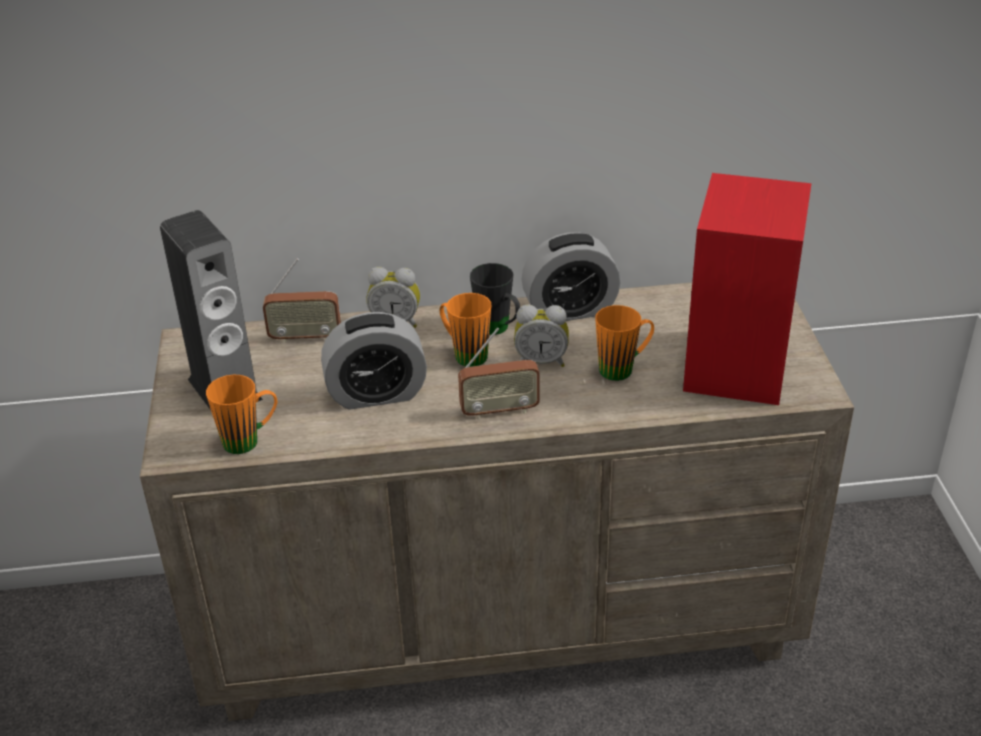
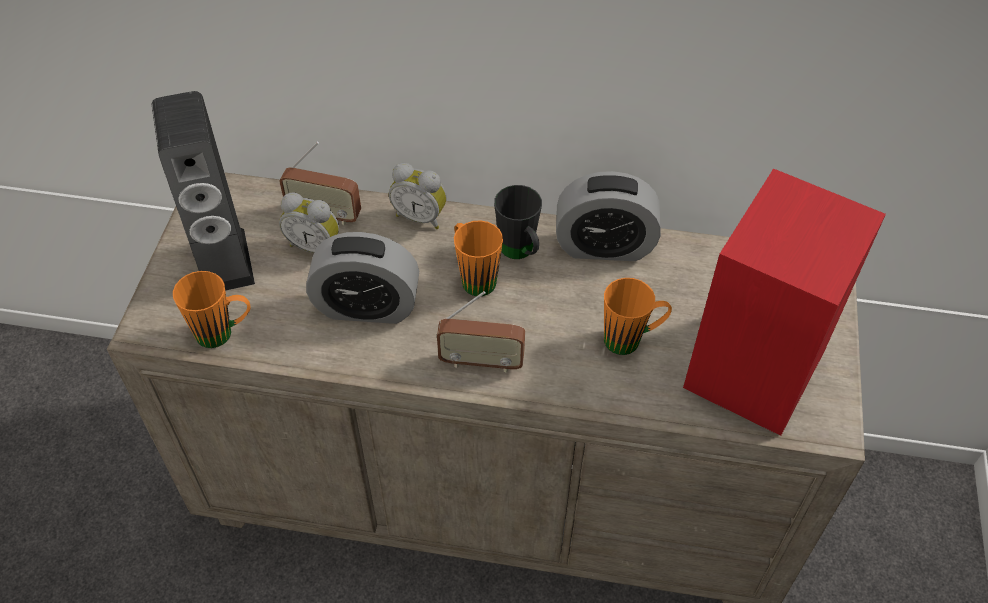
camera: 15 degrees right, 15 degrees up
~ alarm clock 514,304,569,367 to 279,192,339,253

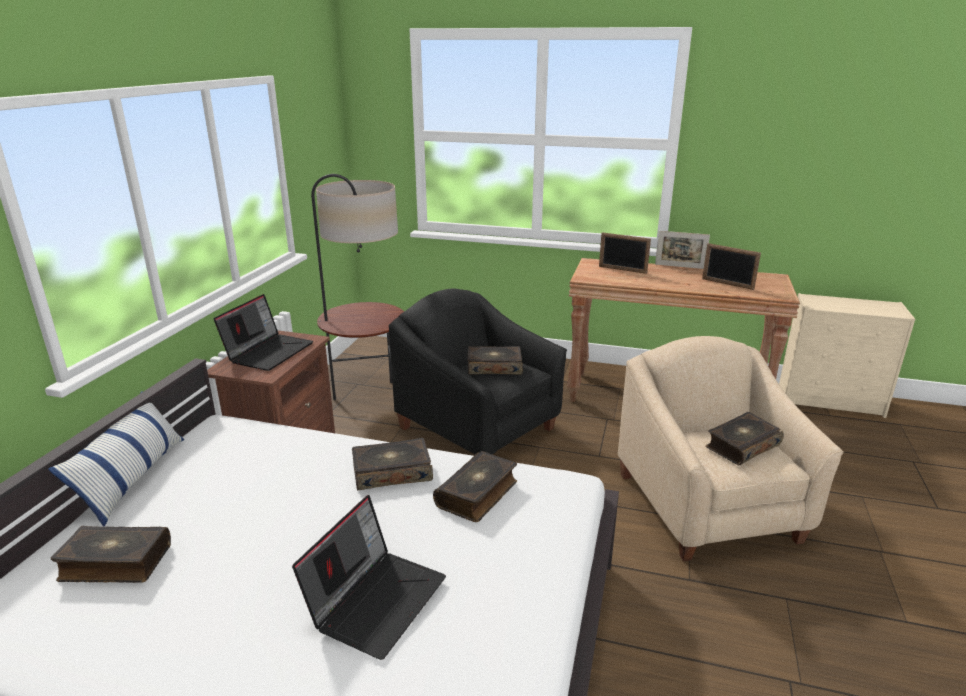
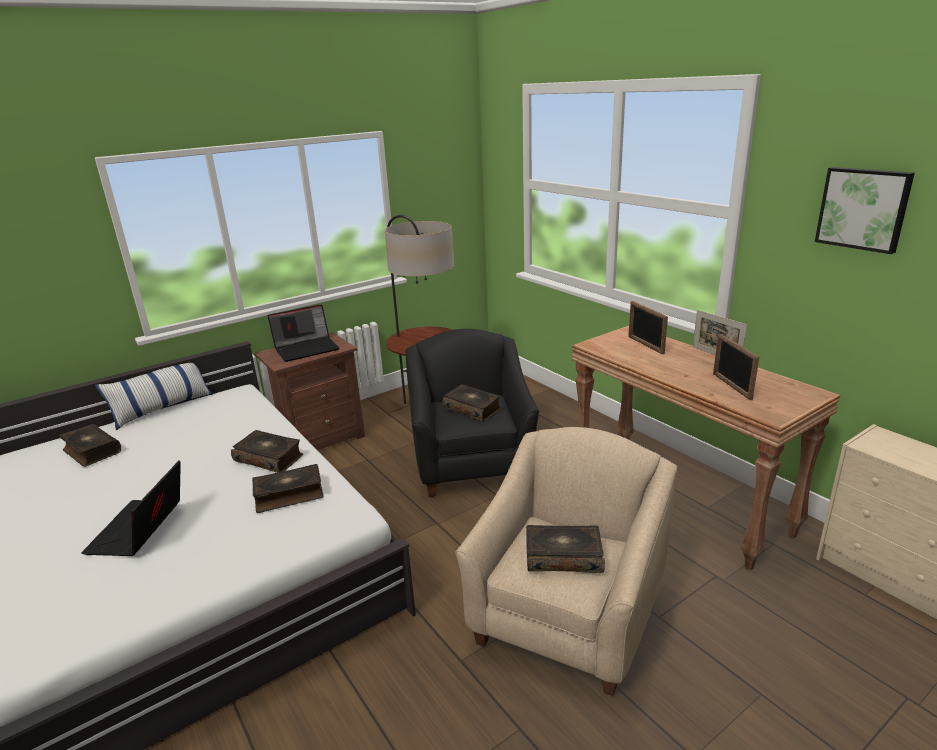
camera: 40 degrees right, 0 degrees up
~ laptop 292,495,446,660 = 81,460,181,556 120 degrees clockwise
+ picture 815,167,915,254

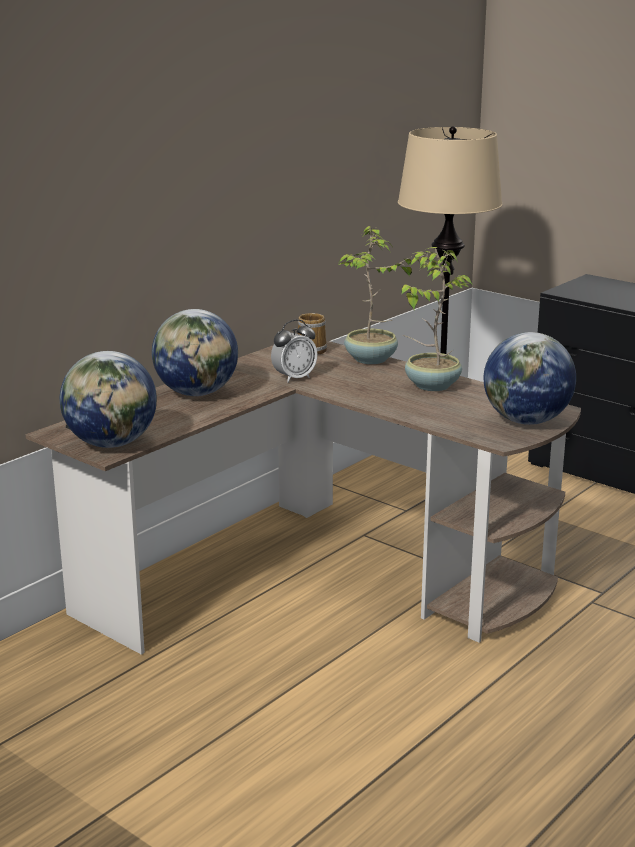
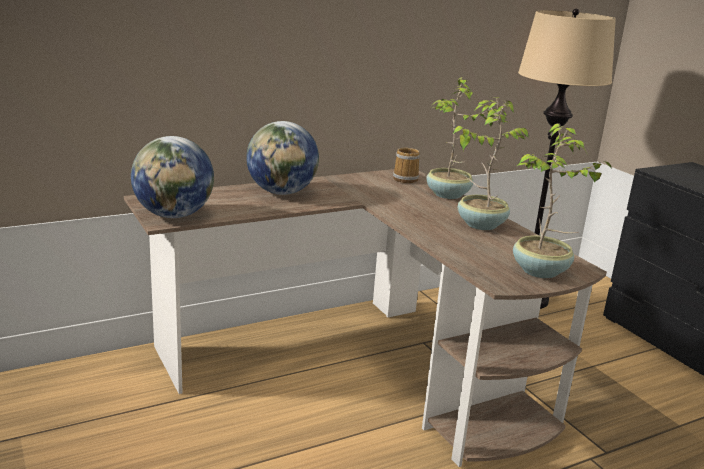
camera: 20 degrees right, 0 degrees up
~ globe 484,332,576,425 to potted plant 513,123,612,278
- alarm clock 271,319,317,382

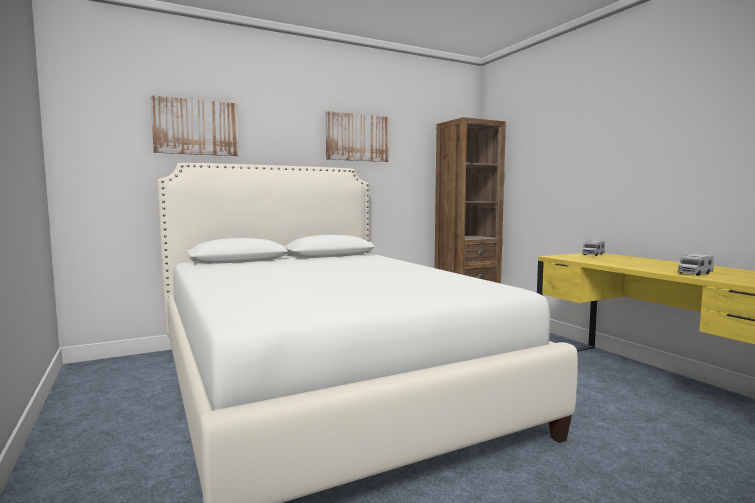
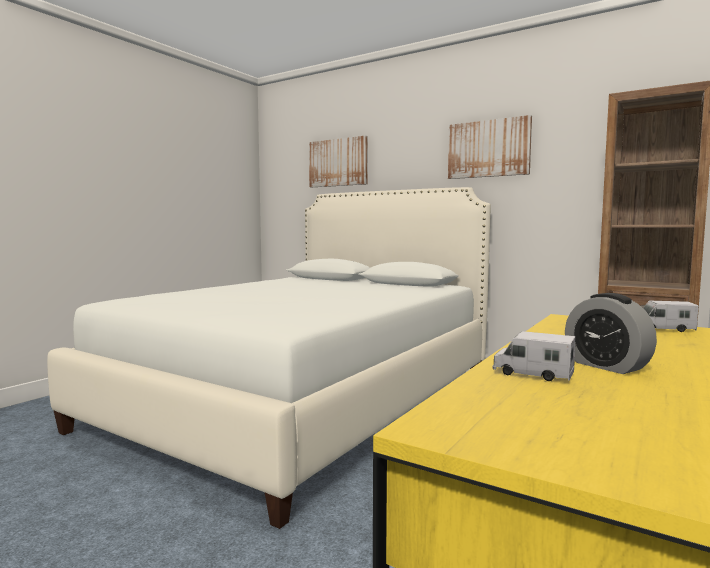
camera: 60 degrees right, 0 degrees up
+ alarm clock 565,293,657,374

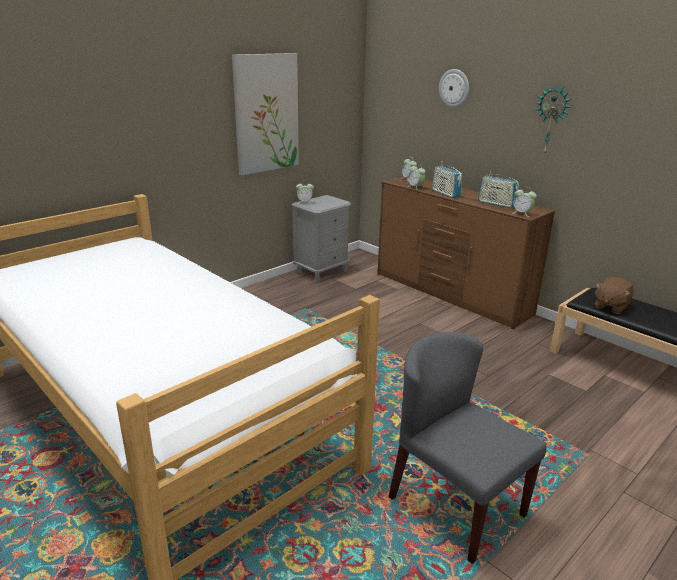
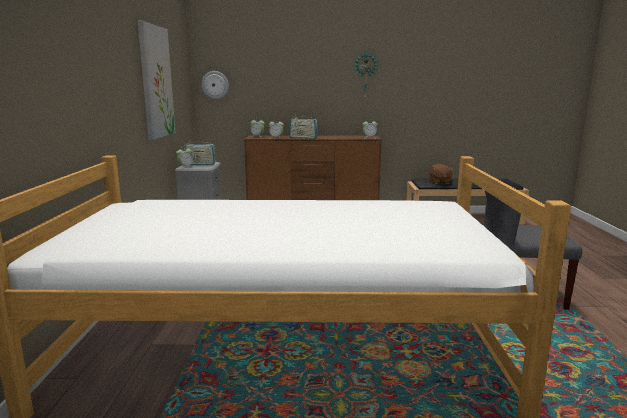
camera: 45 degrees left, 10 degrees down
~ radio 478,171,519,208 to 184,142,215,165
~ wall clock 439,69,469,108 to 201,71,229,99

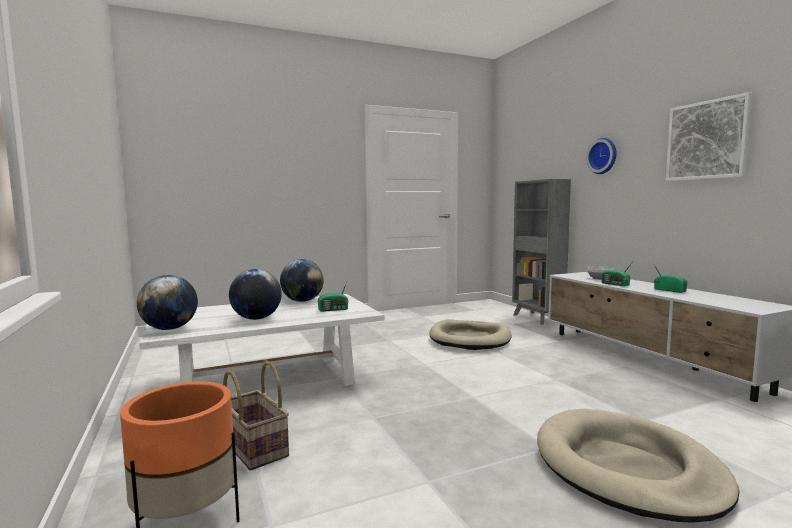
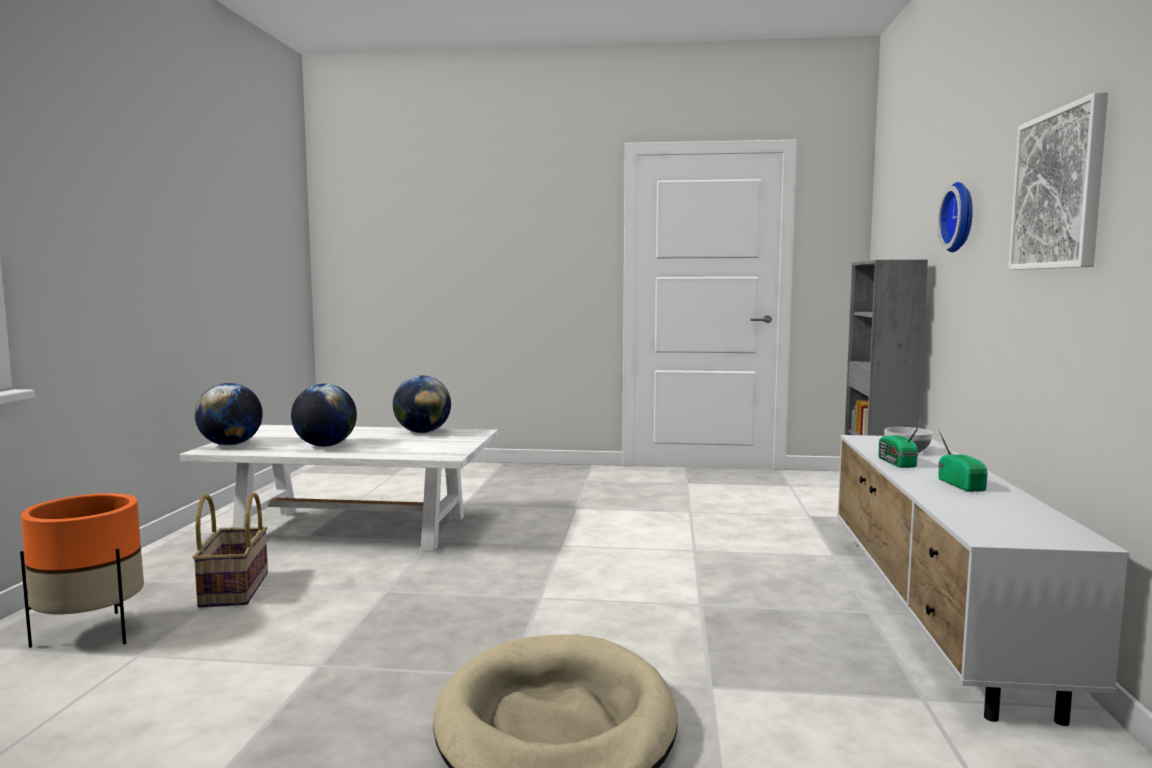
camera: 30 degrees right, 0 degrees up
- radio 318,280,348,312
- beige dog bed 429,319,512,350

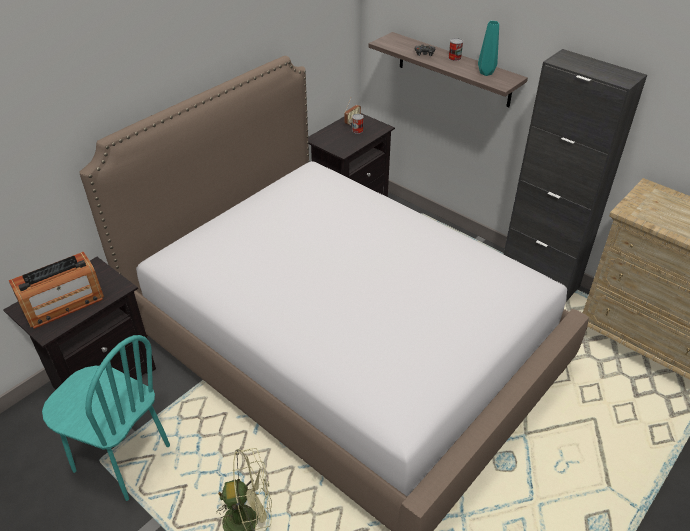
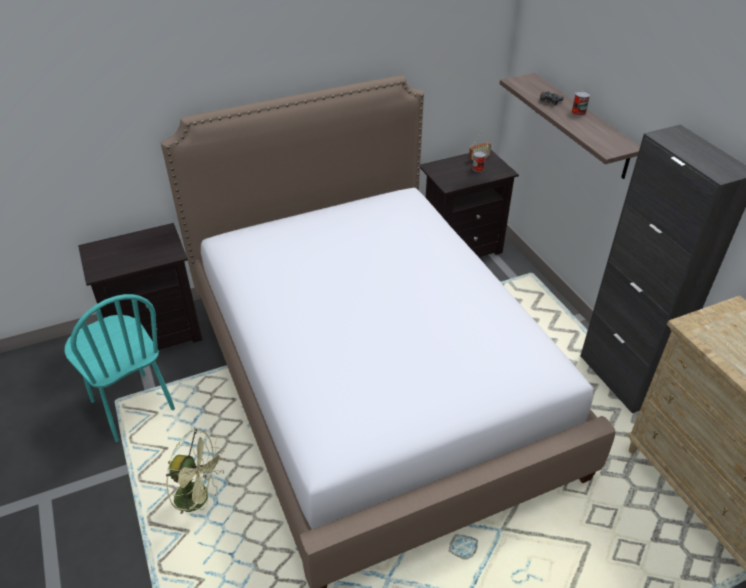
camera: 25 degrees right, 0 degrees up
- radio 9,252,104,329
- turquoise vase 478,21,499,76

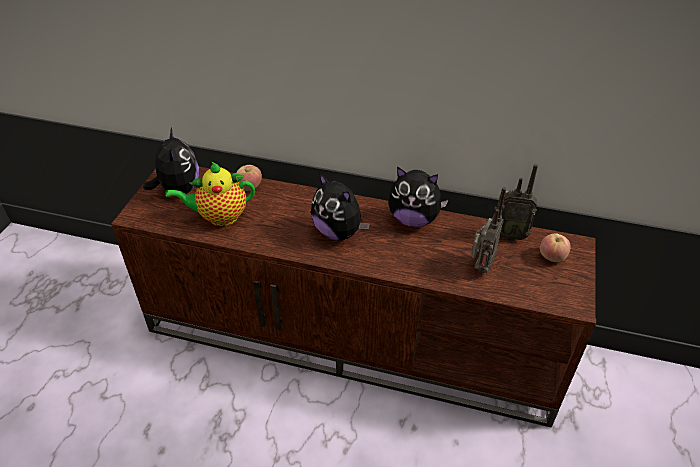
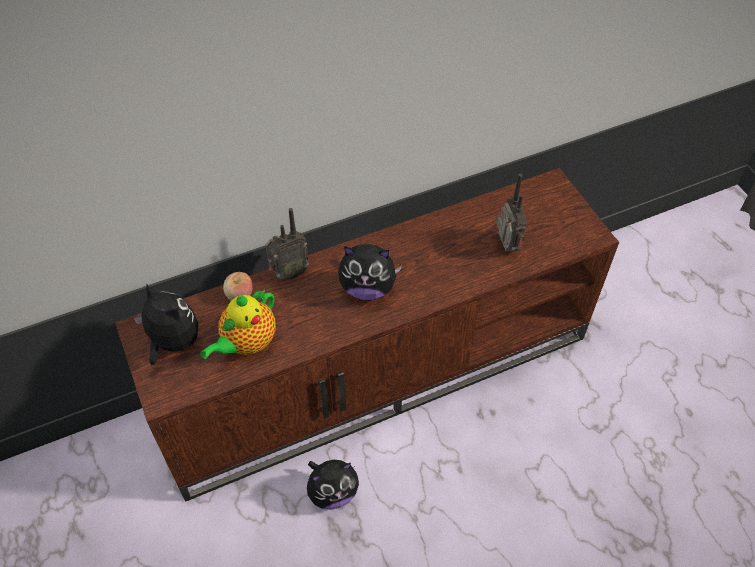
camera: 40 degrees left, 10 degrees up
~ radio 492,164,538,241 to 265,208,309,281
~ plush toy 389,167,448,227 to 307,460,359,510
- apple 540,233,571,262

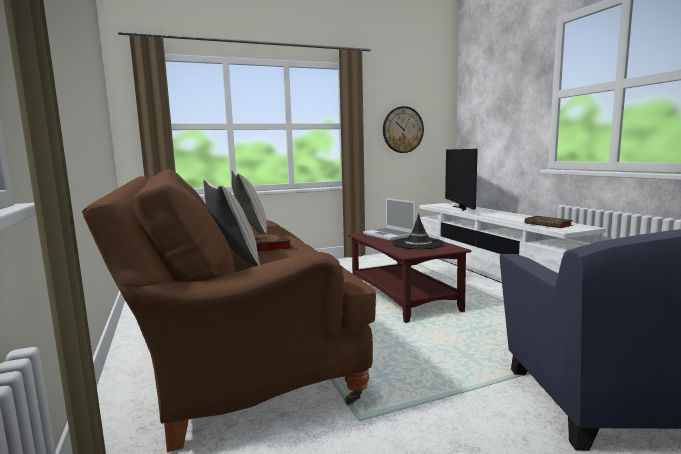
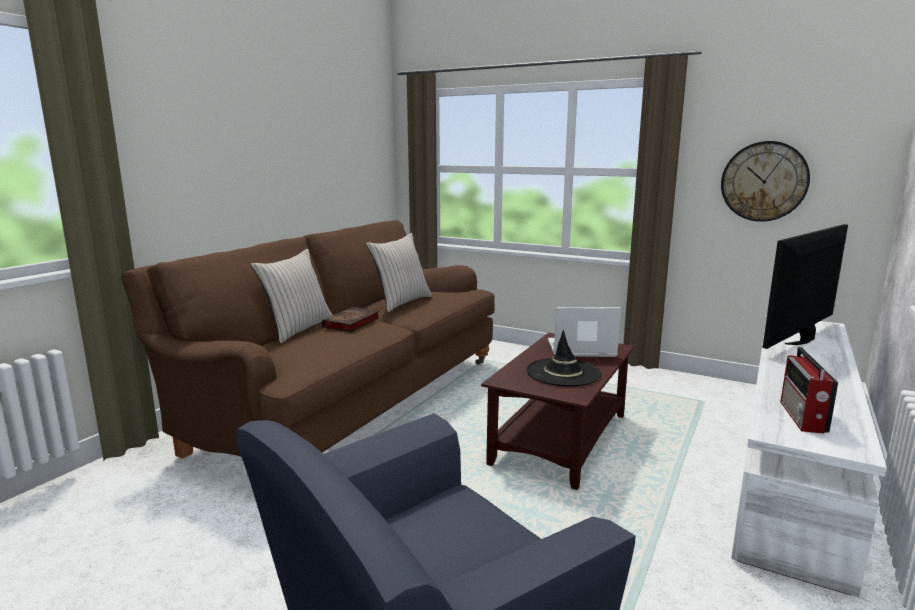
camera: 50 degrees right, 5 degrees up
~ laptop 363,198,415,241 = 548,307,621,357 75 degrees clockwise
~ book 525,216,573,228 to radio 780,347,838,434

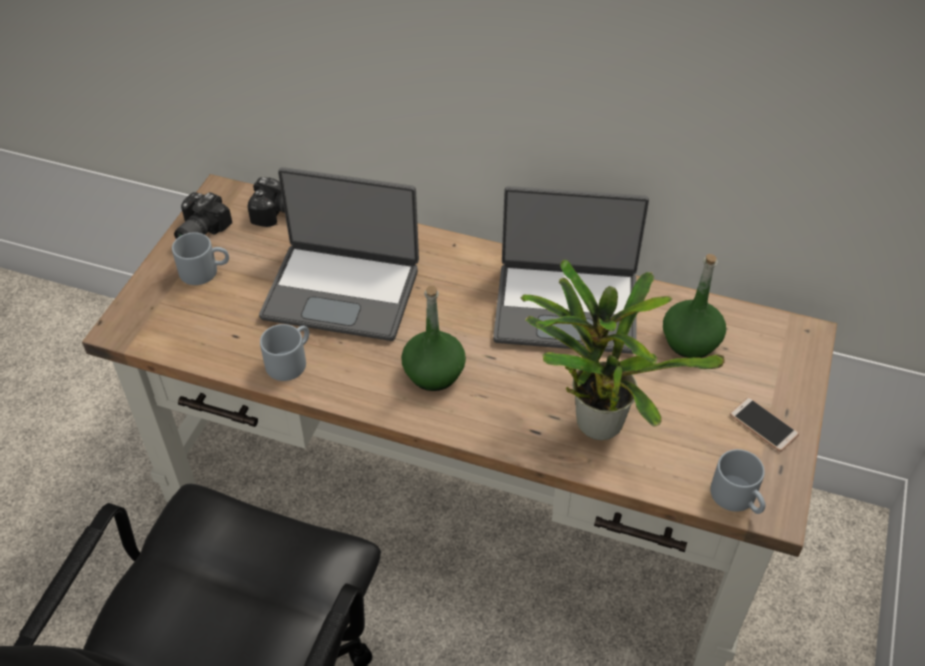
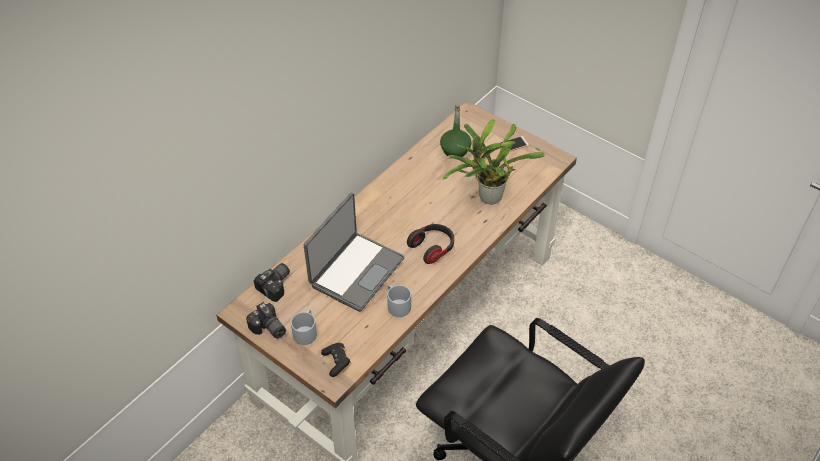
camera: 70 degrees left, 0 degrees up
+ black game controller 321,343,351,377
~ green bottle 401,286,466,391 to headphones 407,224,454,264
- laptop 493,186,649,354
- grey mug 710,449,765,514

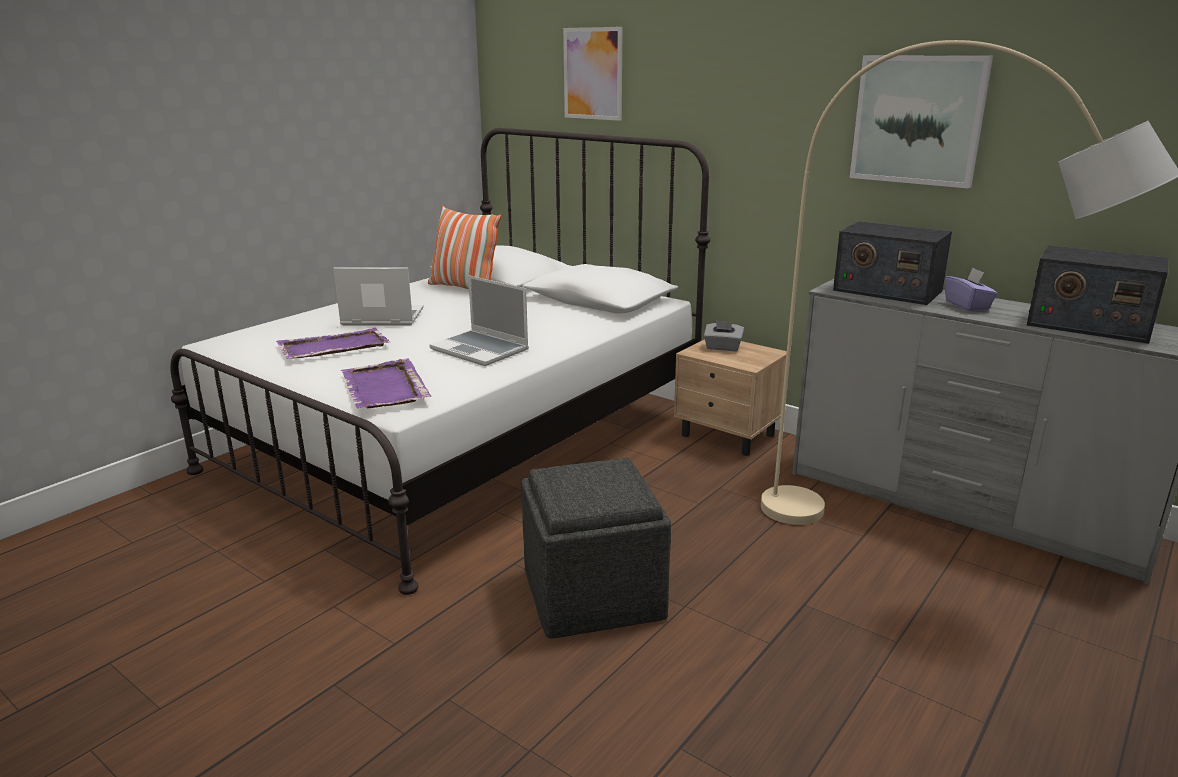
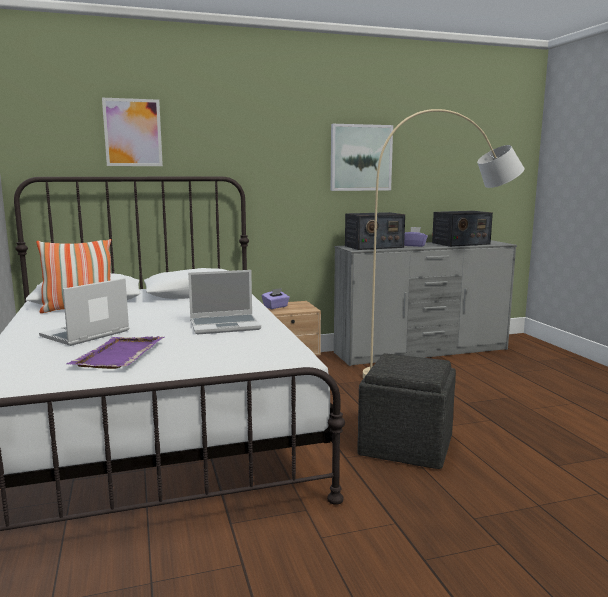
camera: 55 degrees left, 10 degrees down
~ grey tissue box 704,320,744,351 to purple tissue box 262,288,290,309
- purple tray 341,358,431,408

